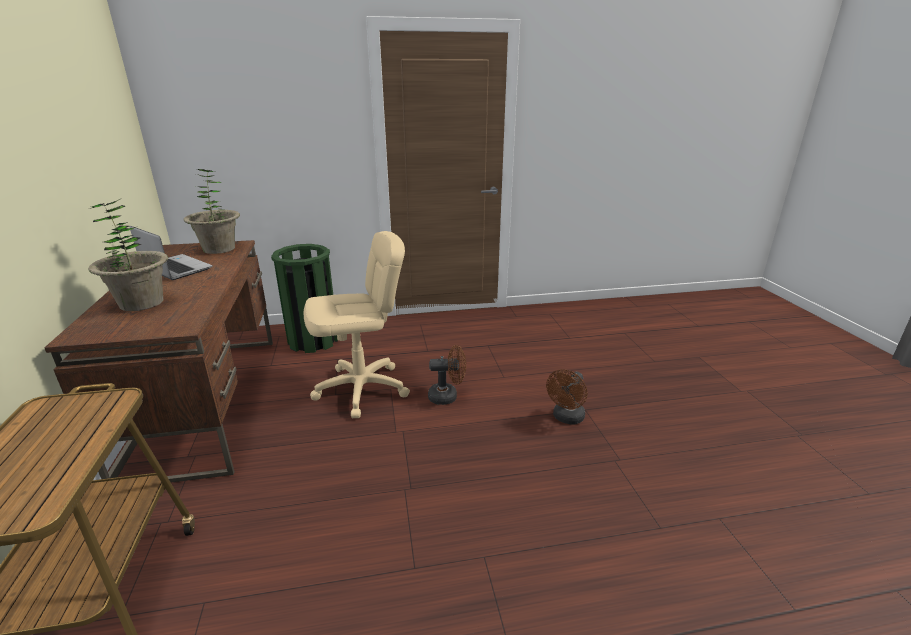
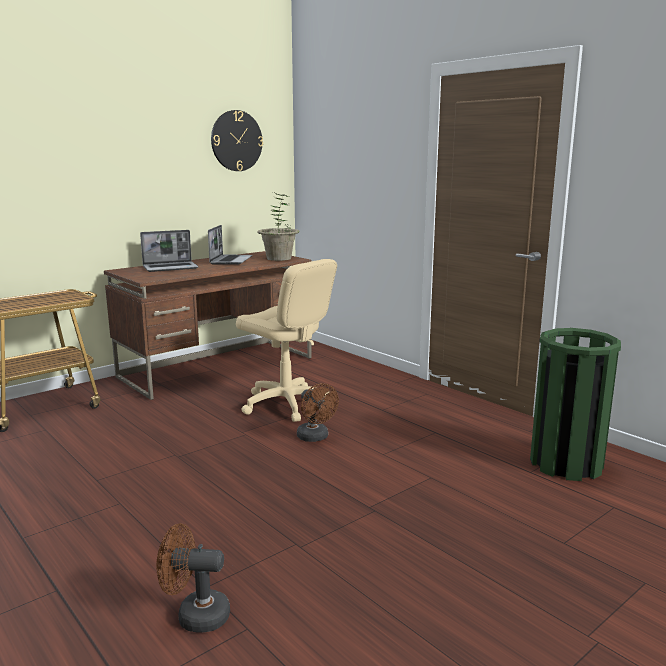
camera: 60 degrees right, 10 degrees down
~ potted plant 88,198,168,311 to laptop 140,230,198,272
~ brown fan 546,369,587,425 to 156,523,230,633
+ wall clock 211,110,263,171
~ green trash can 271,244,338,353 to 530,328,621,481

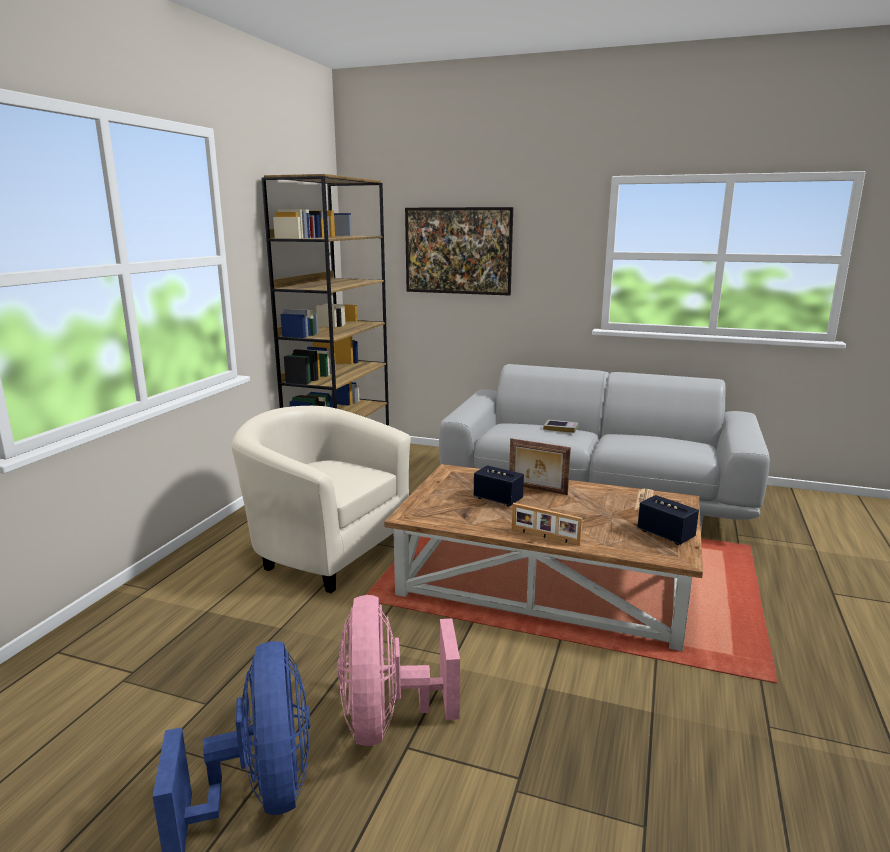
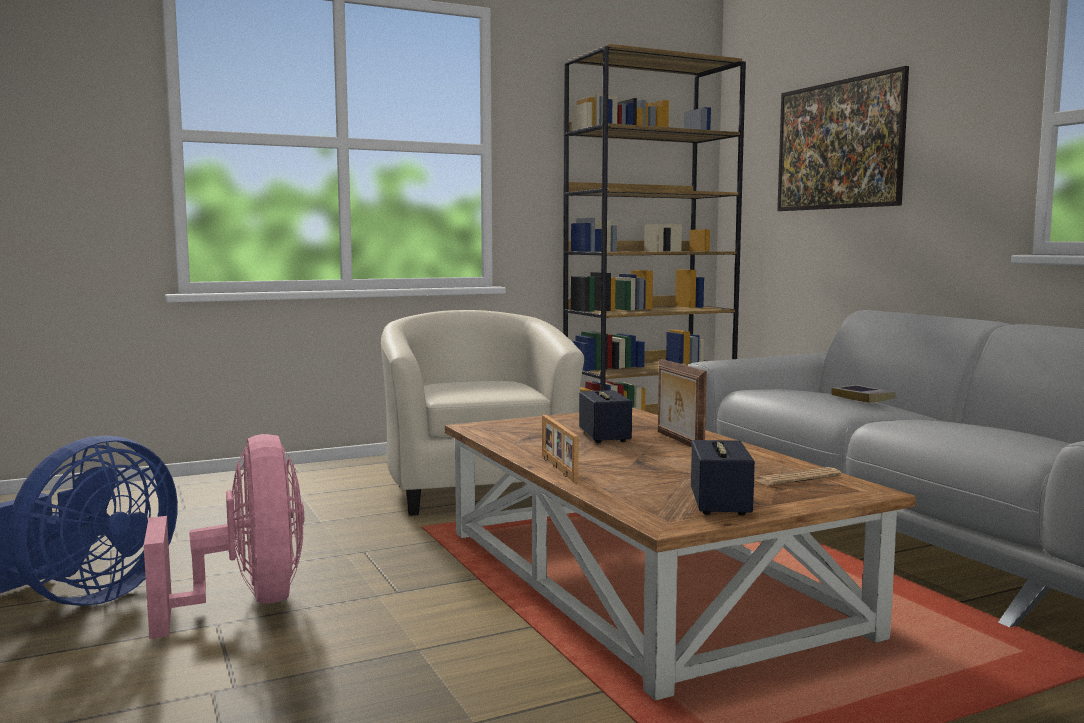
camera: 45 degrees right, 10 degrees down
~ pink fan 337,595,460,746 = 144,434,304,639 120 degrees clockwise

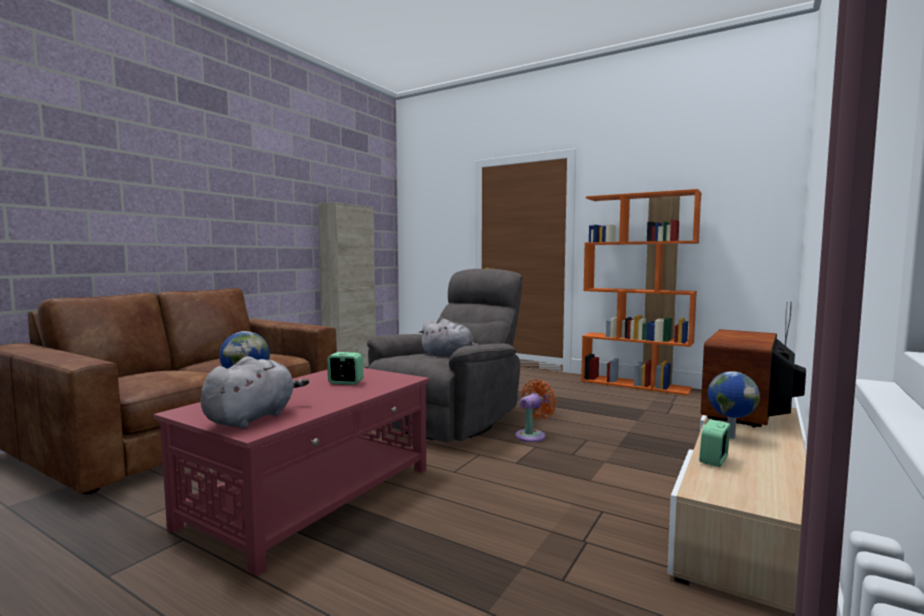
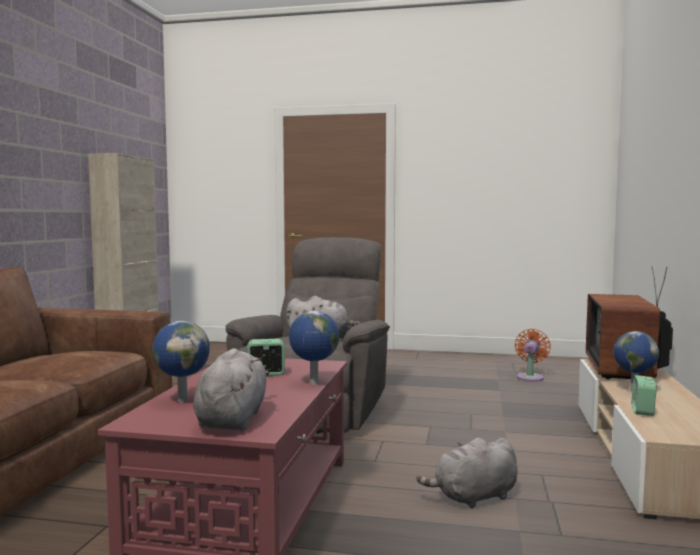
camera: 20 degrees left, 0 degrees up
+ globe 289,311,339,385
+ grey plush toy 417,438,518,508
~ orange fan 515,379,556,442 to 515,329,551,382
- orange bookcase 581,189,701,396

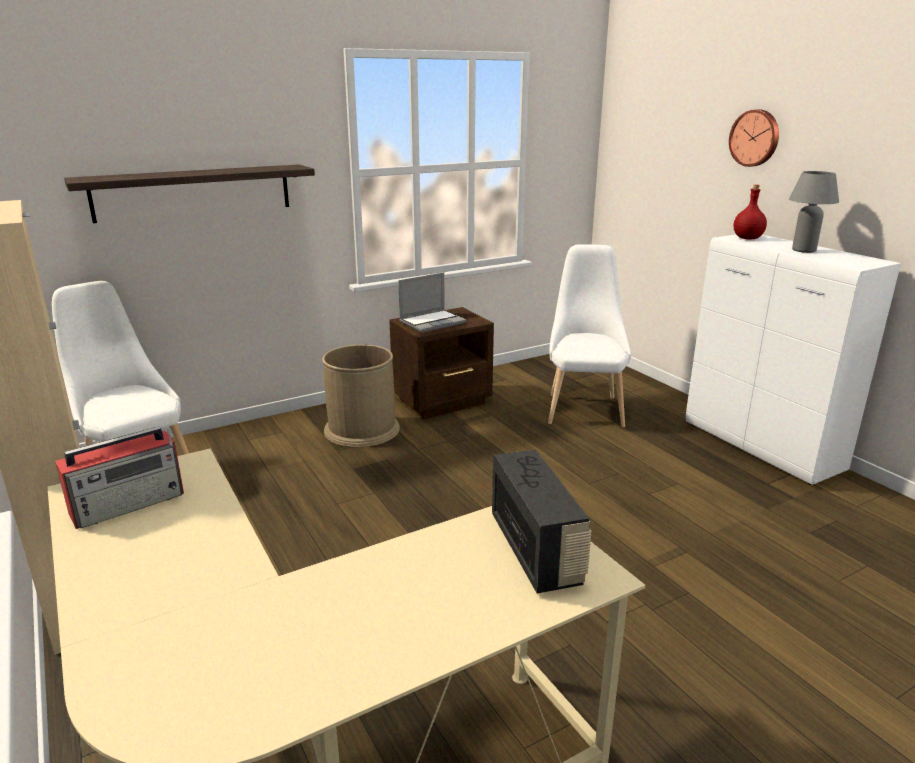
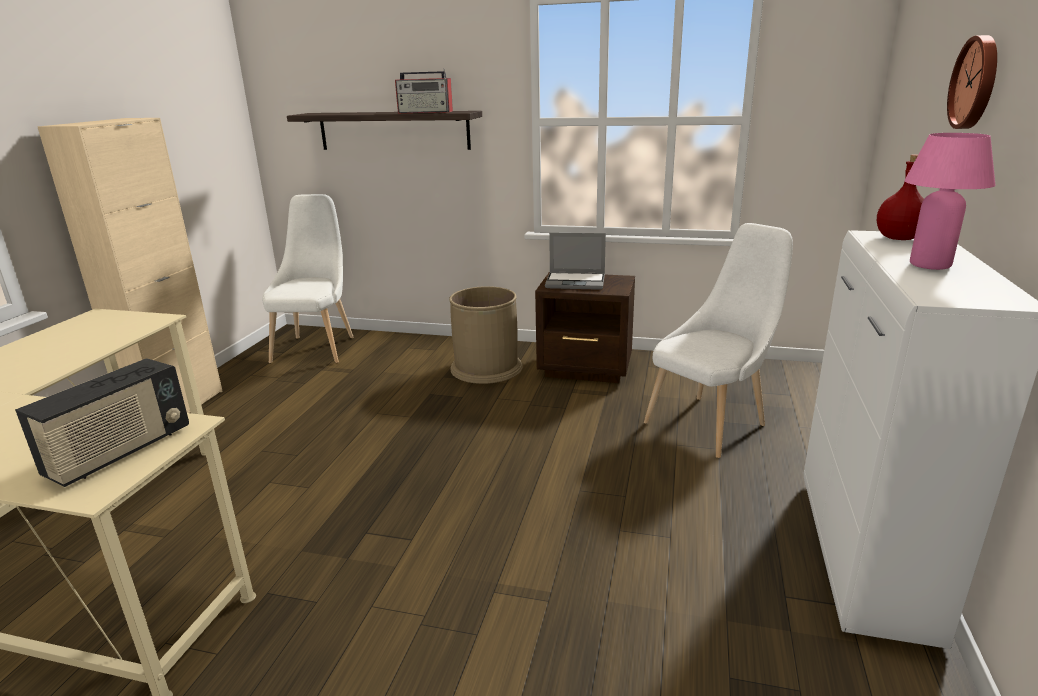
camera: 45 degrees right, 0 degrees up
~ radio 55,426,184,529 to 395,69,453,113
~ grey table lamp 789,171,839,253 to pink table lamp 904,133,995,270

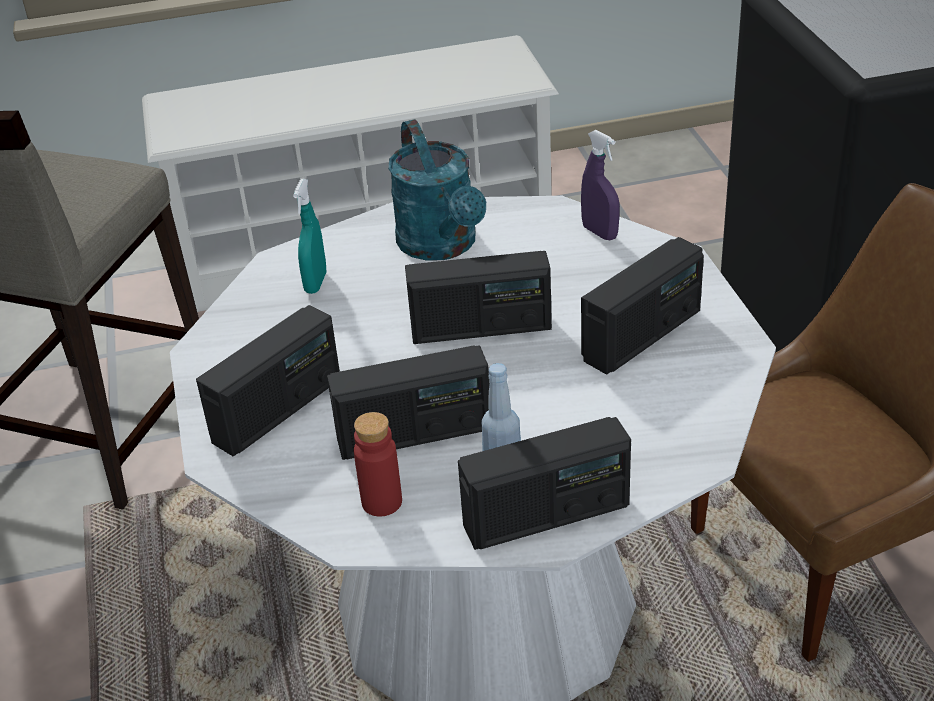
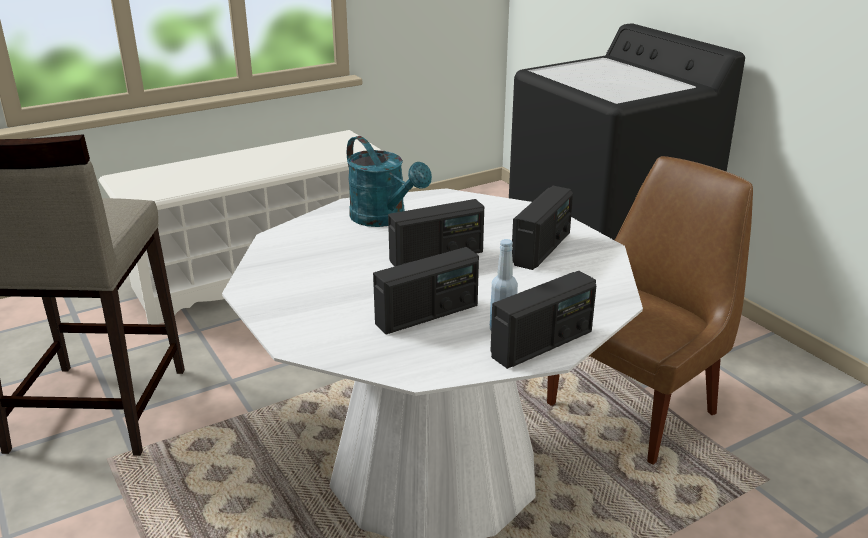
camera: 20 degrees left, 10 degrees down
- radio 196,305,340,456
- turquoise spray bottle 293,179,326,294
- red bottle 354,412,402,517
- purple spray bottle 581,130,620,240

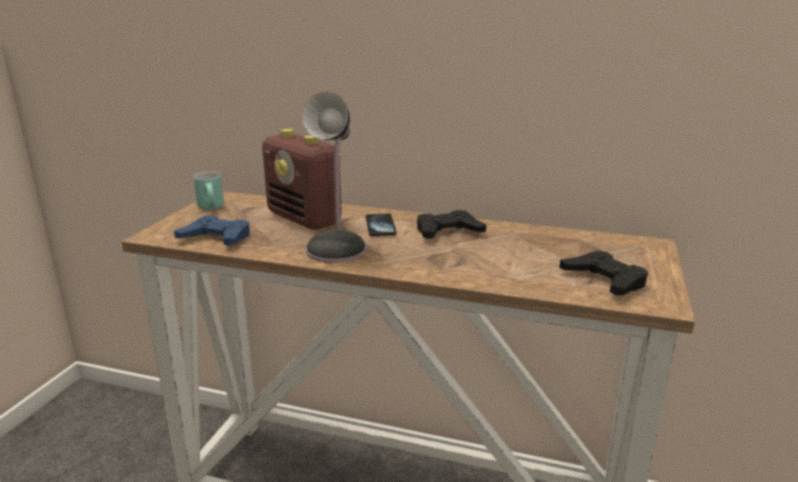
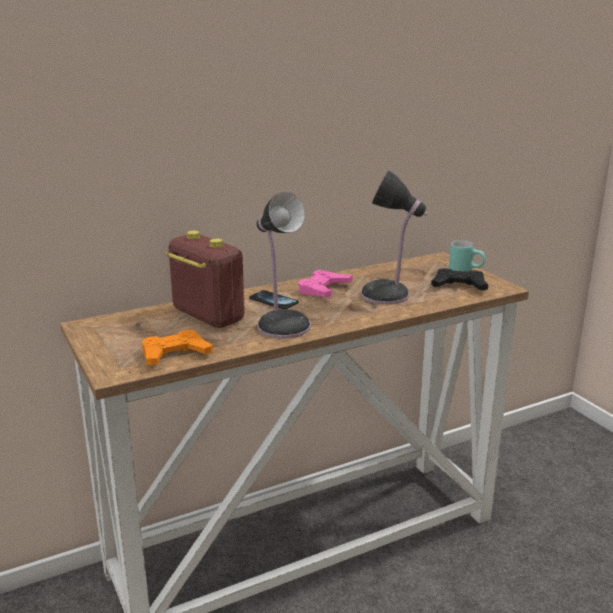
camera: 45 degrees left, 0 degrees up
~ blue game controller 174,216,250,246 to orange game controller 142,330,213,366
~ radio 262,129,343,230 = 165,231,245,328 135 degrees counterclockwise
~ black game controller 417,210,486,239 to pink game controller 298,270,353,297
+ table lamp 361,170,428,304
~ turquoise mug 193,171,224,210 to 449,240,485,272

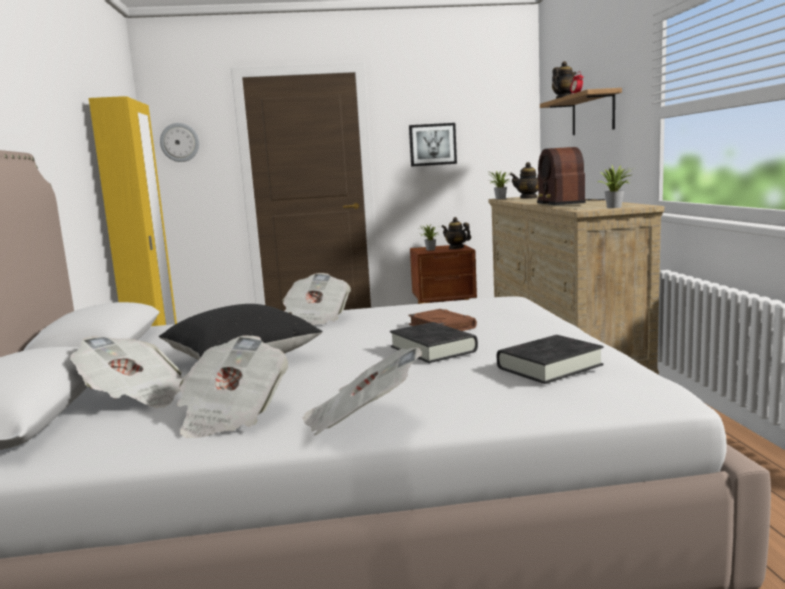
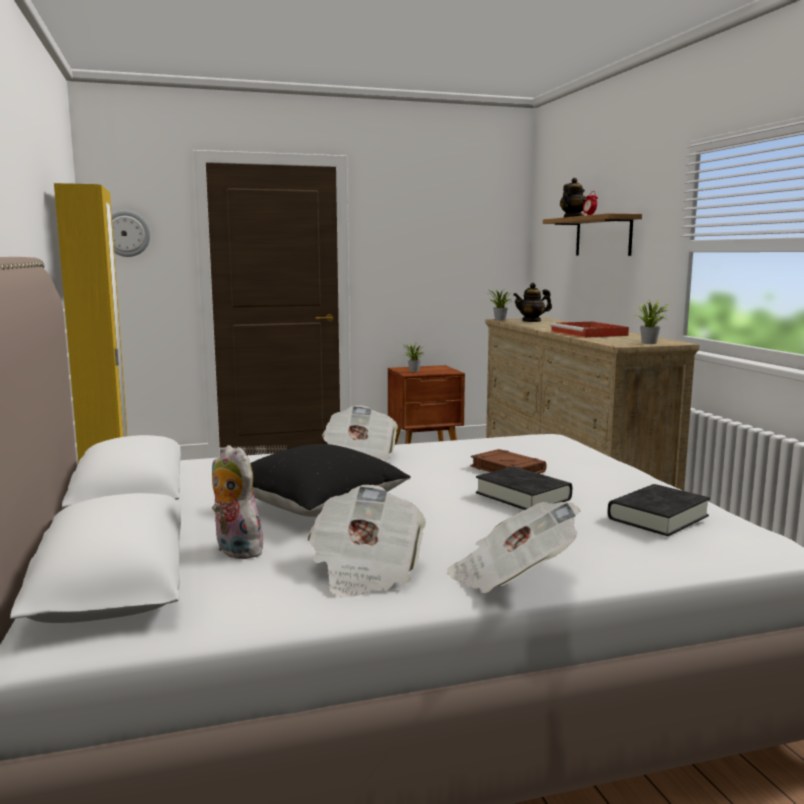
camera: 10 degrees left, 0 degrees up
~ newspaper 70,336,183,408 to plush toy 212,445,263,559
~ radio 537,147,606,205 to red tray 550,321,629,338
- picture 409,123,457,167
- teapot 441,217,471,249

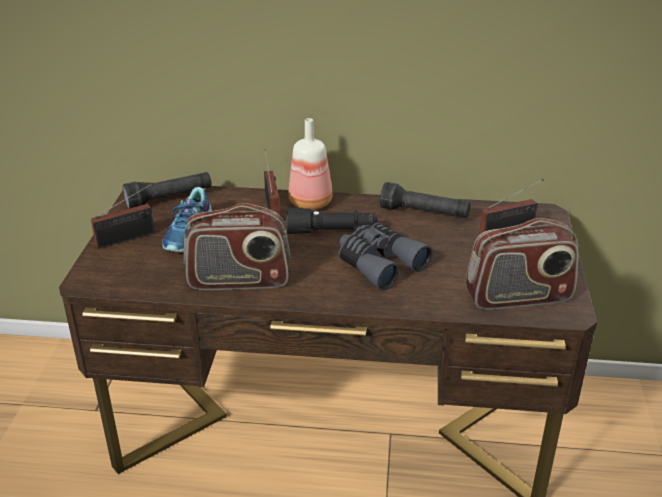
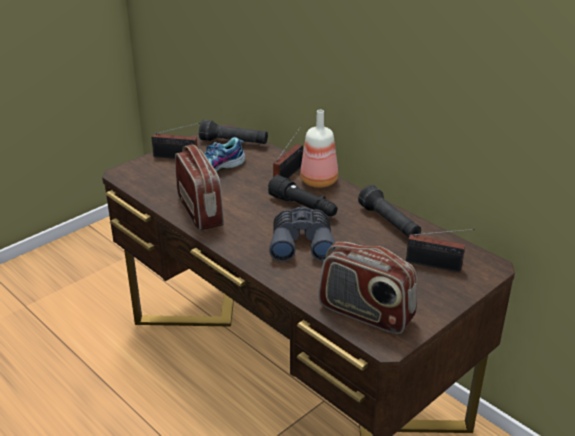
camera: 40 degrees right, 0 degrees up
~ radio 184,203,290,290 = 175,144,224,231 150 degrees counterclockwise

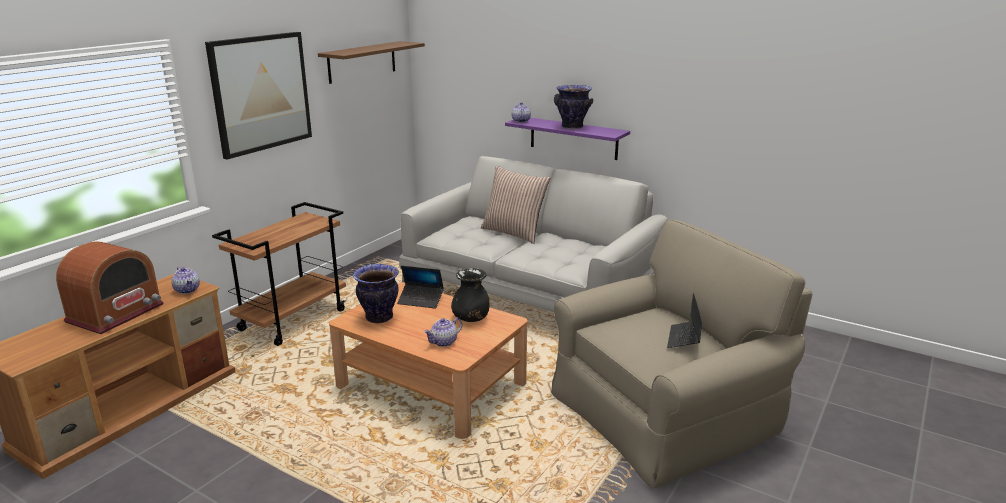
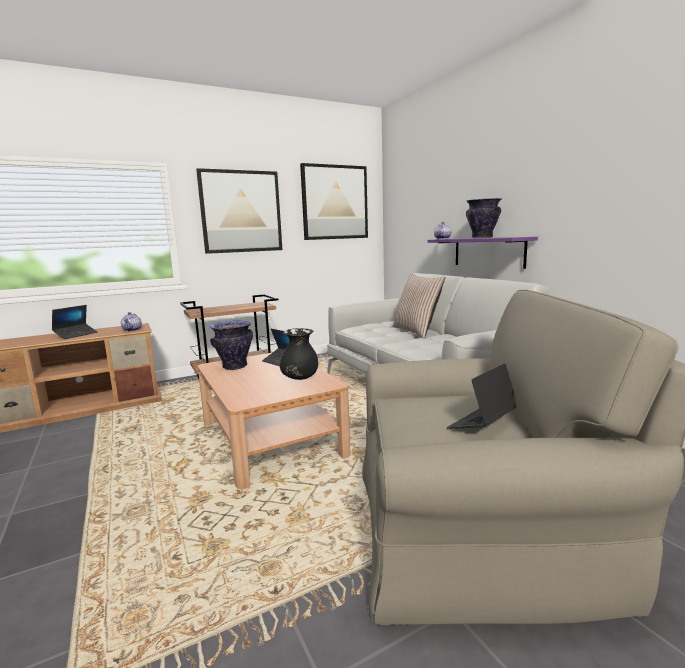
camera: 30 degrees right, 10 degrees down
~ radio 56,241,164,334 to laptop 52,305,98,339
~ brown shelf 318,41,425,84 to picture 300,163,368,240
- teapot 424,318,462,347

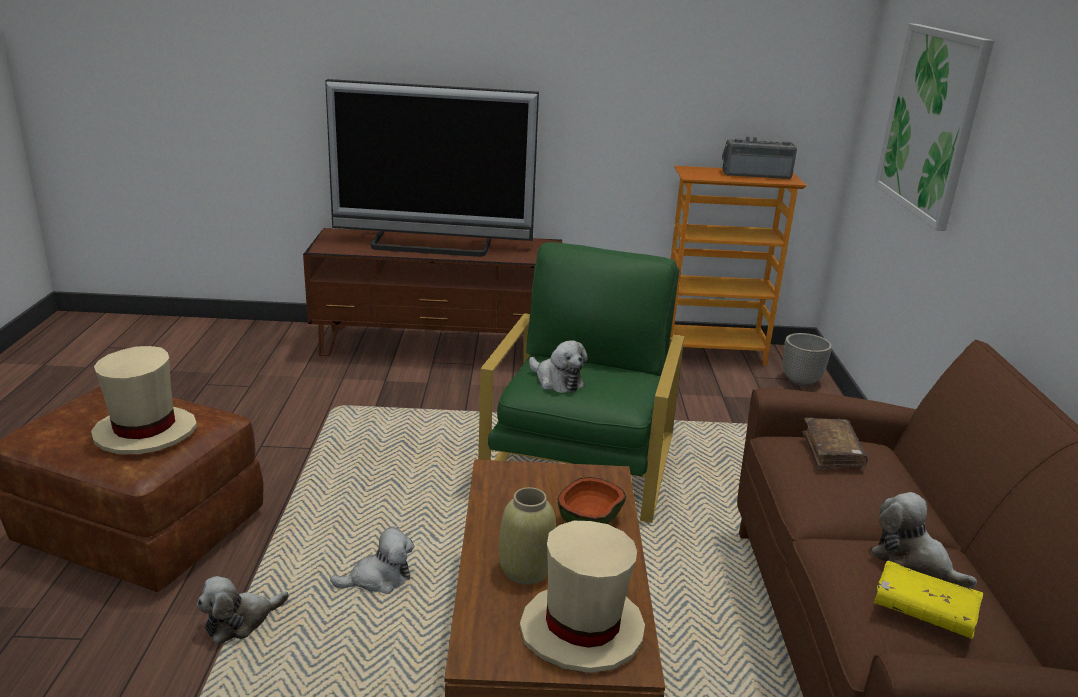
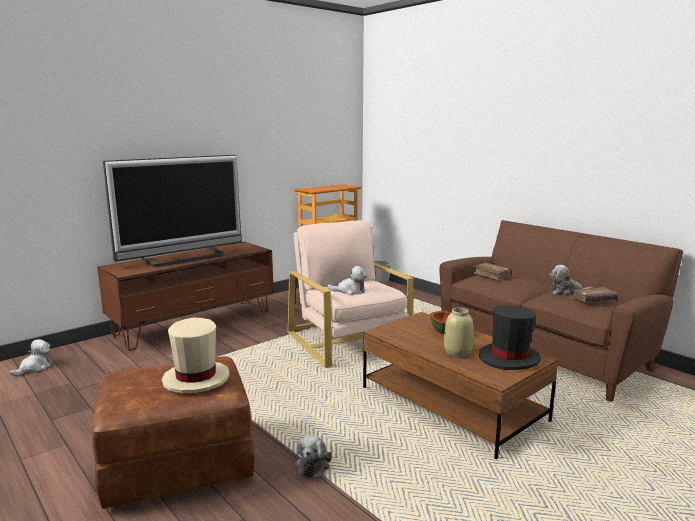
camera: 40 degrees left, 10 degrees down
~ plush toy 330,527,414,594 to 10,339,52,376
~ green armchair 478,242,684,523 to beige armchair 287,220,414,368
~ beige hat 520,521,645,673 to black hat 479,305,541,370
~ yellow book 874,560,983,639 to brown book 570,287,618,302
- radio 722,137,797,179
- picture 874,23,994,231

